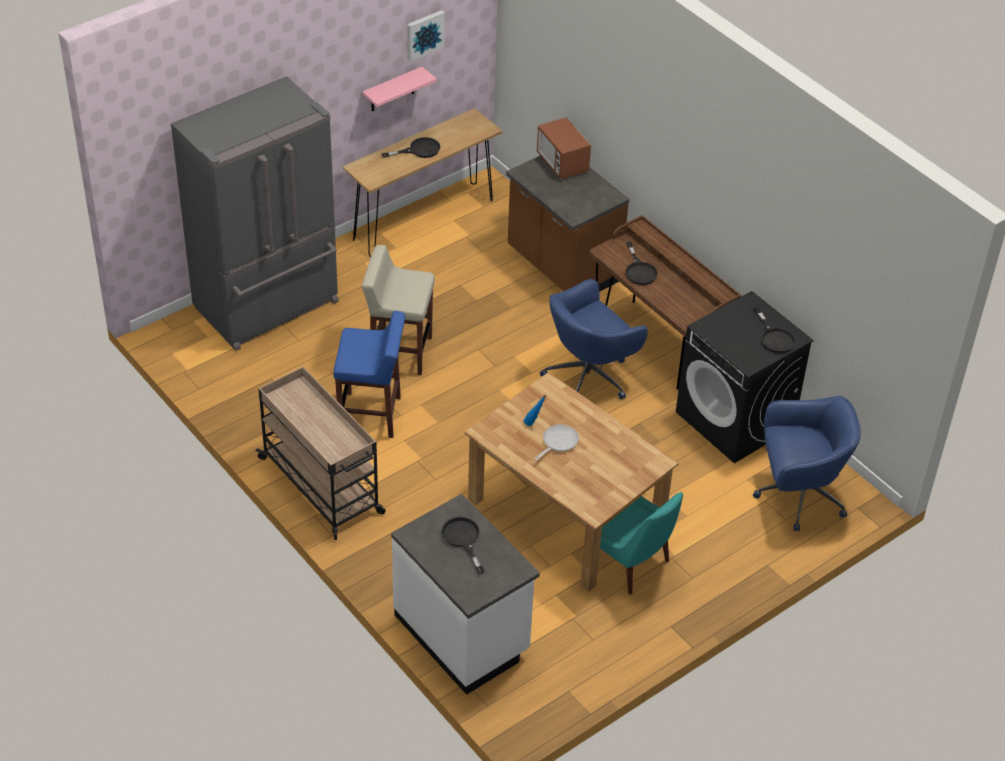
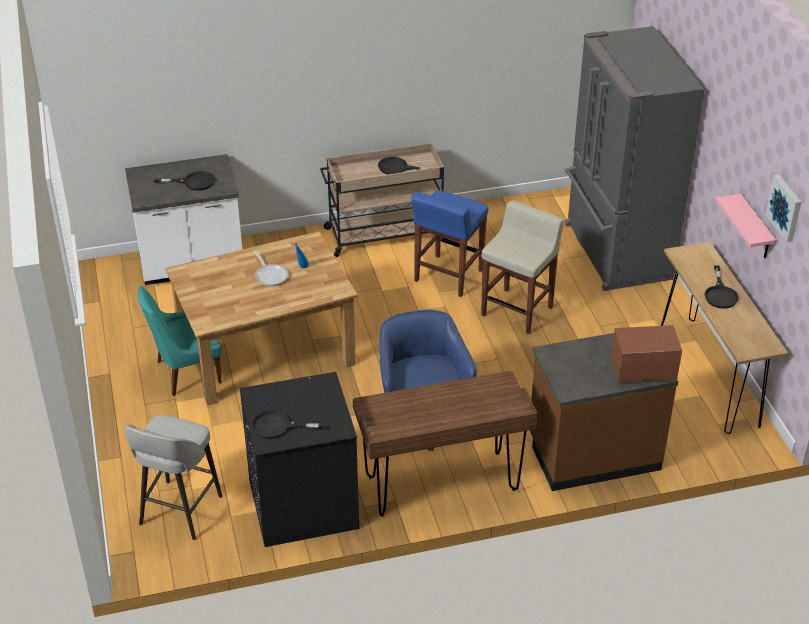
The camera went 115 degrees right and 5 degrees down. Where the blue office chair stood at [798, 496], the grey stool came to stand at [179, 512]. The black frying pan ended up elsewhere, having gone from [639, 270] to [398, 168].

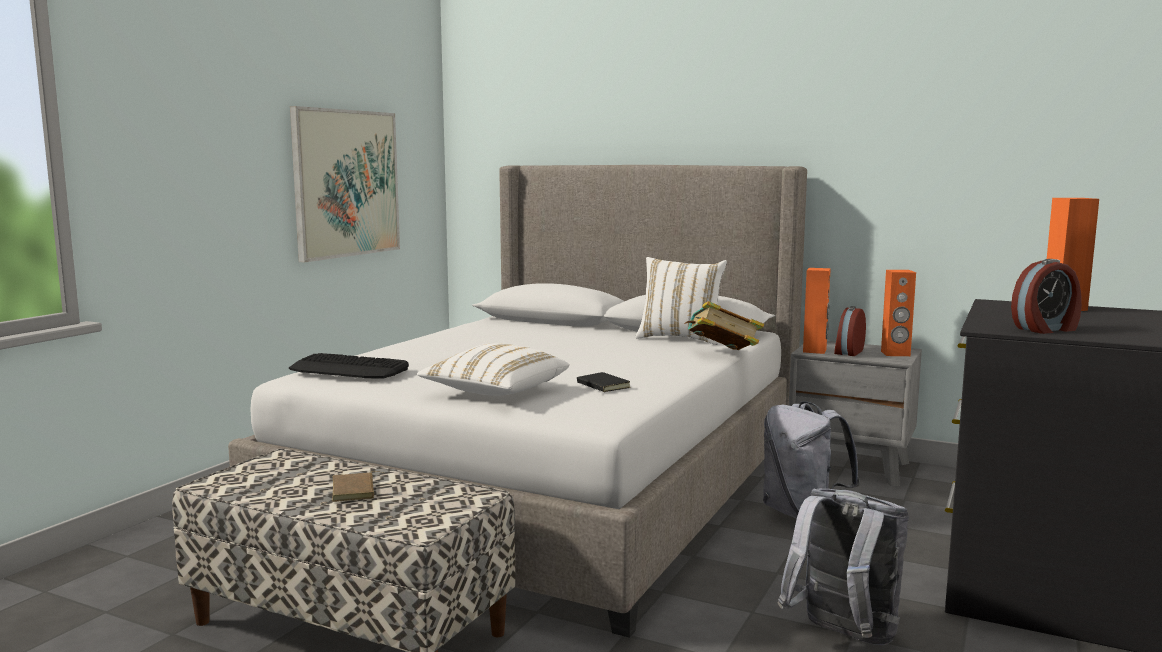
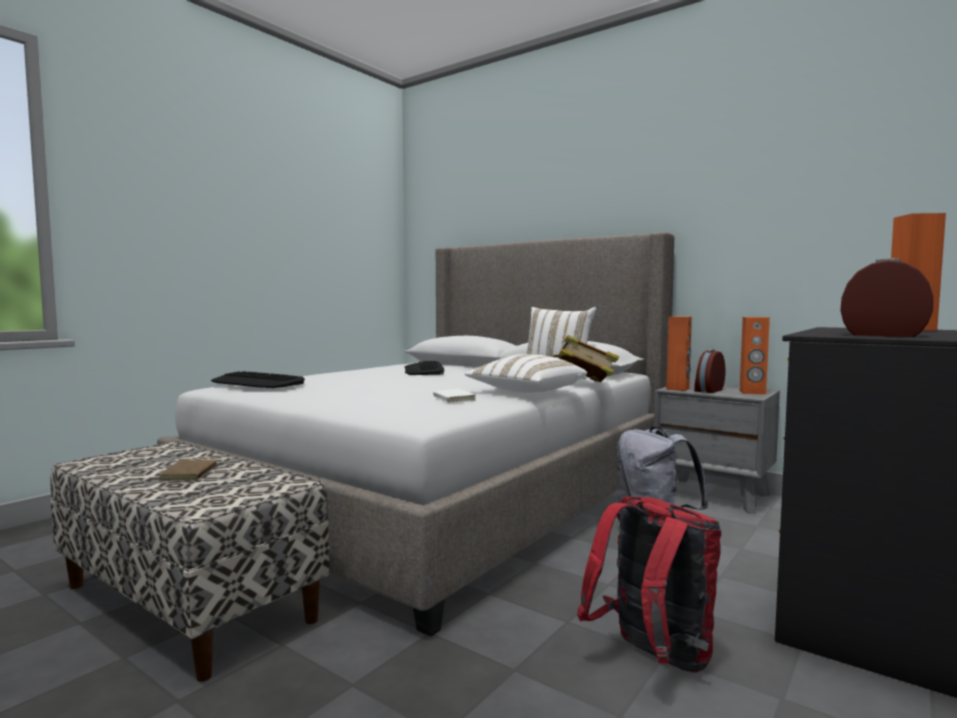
The camera went 10 degrees right and 5 degrees down. The second view gained the keyboard at [424, 370]. What was the black book at [601, 386] turned into the white book at [452, 399]. The white pillow ended up elsewhere, having gone from [495, 392] to [526, 392]. What was the grey backpack at [843, 637] turned into the red backpack at [652, 659]. The alarm clock at [1046, 329] ended up facing another way, 135 degrees counterclockwise from before. The second view lost the picture at [346, 183].

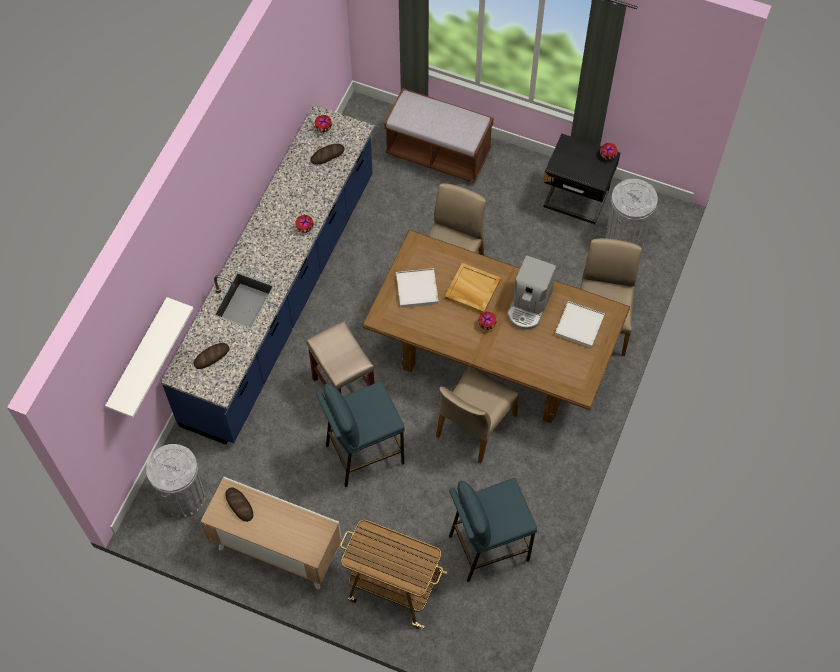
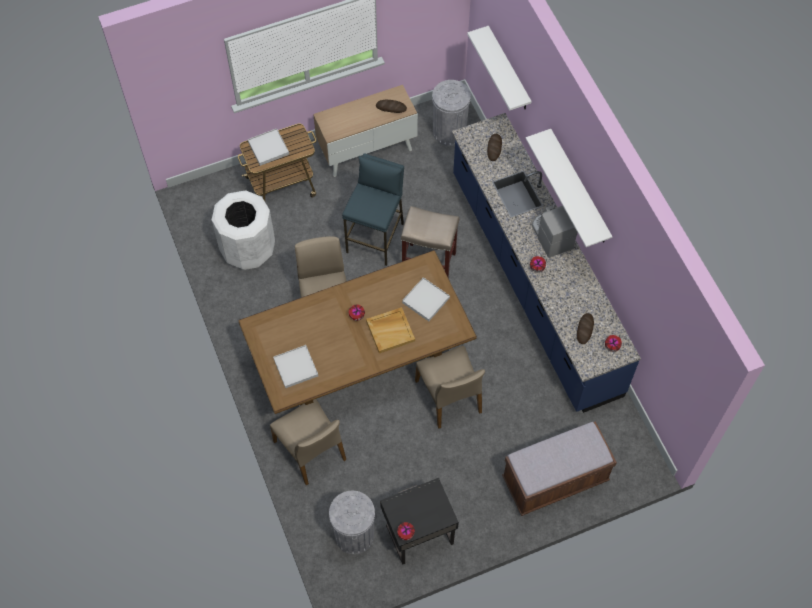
The camera went 135 degrees right and 0 degrees up. Where the blue stool stood at [488, 547], the white trash can came to stand at [248, 249]. The second view gained the white tray at [268, 148]. The second view gained the white shelf at [579, 188]. The coffee machine ended up elsewhere, having gone from [529, 306] to [551, 236].

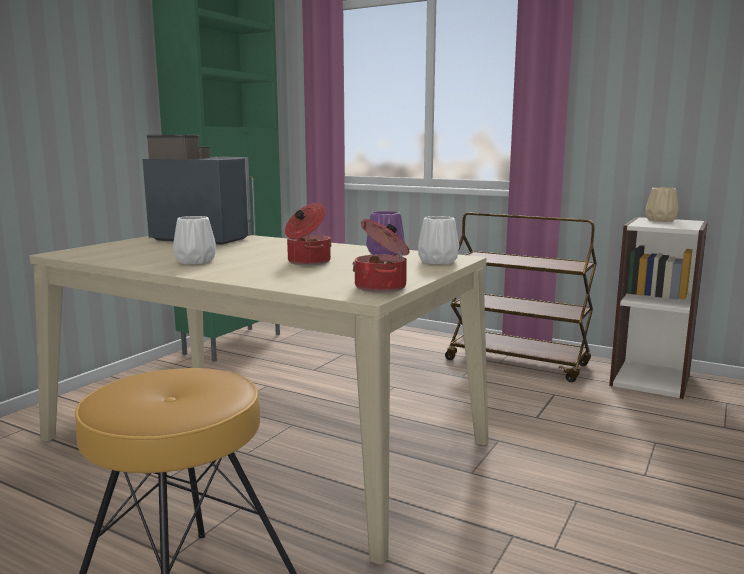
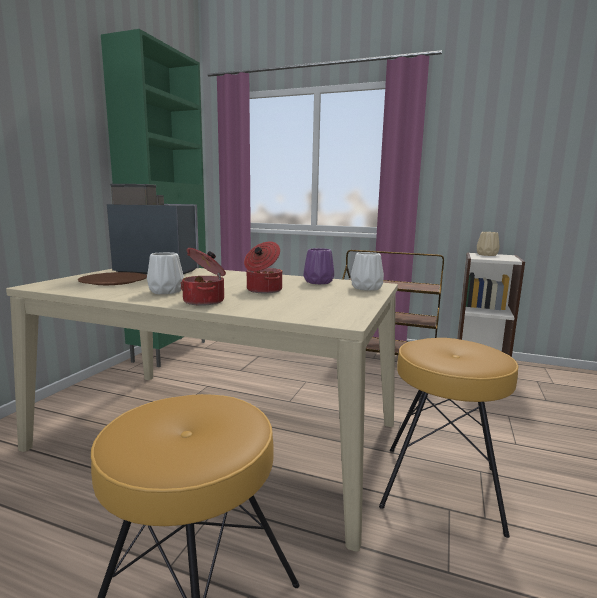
The camera went 10 degrees left and 0 degrees up. The second view gained the brown plate at [114, 281]. The cooking pot ended up elsewhere, having gone from [382, 287] to [205, 301]. The second view gained the brown stool at [441, 487].

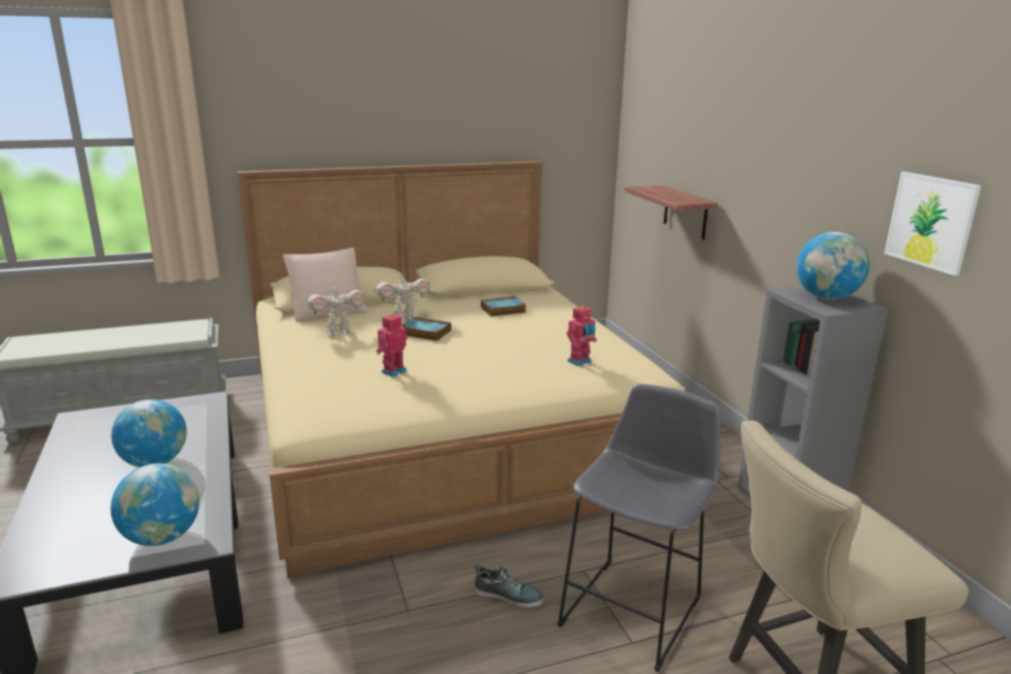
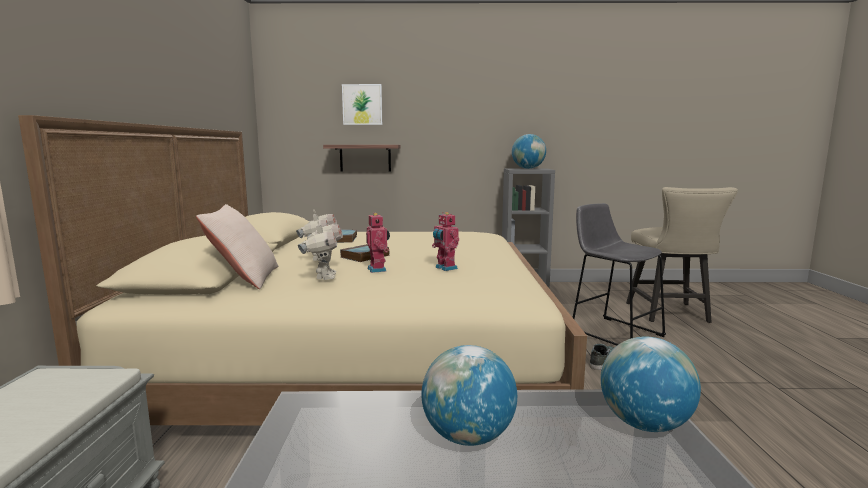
The camera went 70 degrees left and 10 degrees down. The picture ended up elsewhere, having gone from [931, 221] to [362, 104]. The toy robot ended up elsewhere, having gone from [580, 362] to [378, 269].

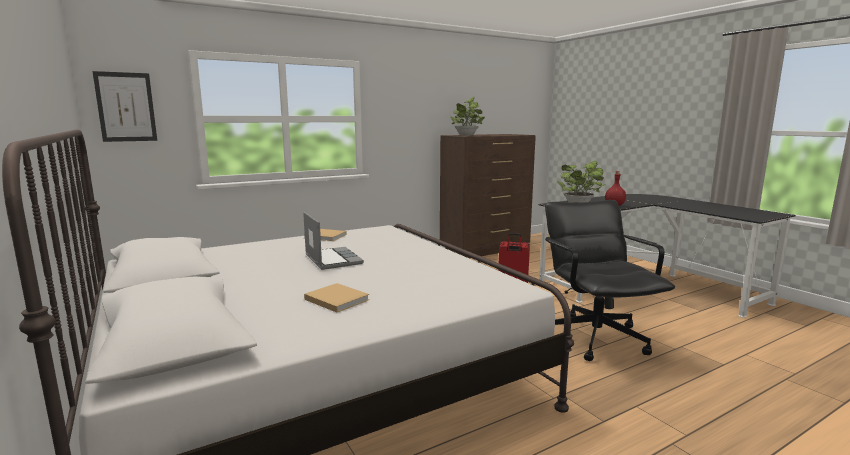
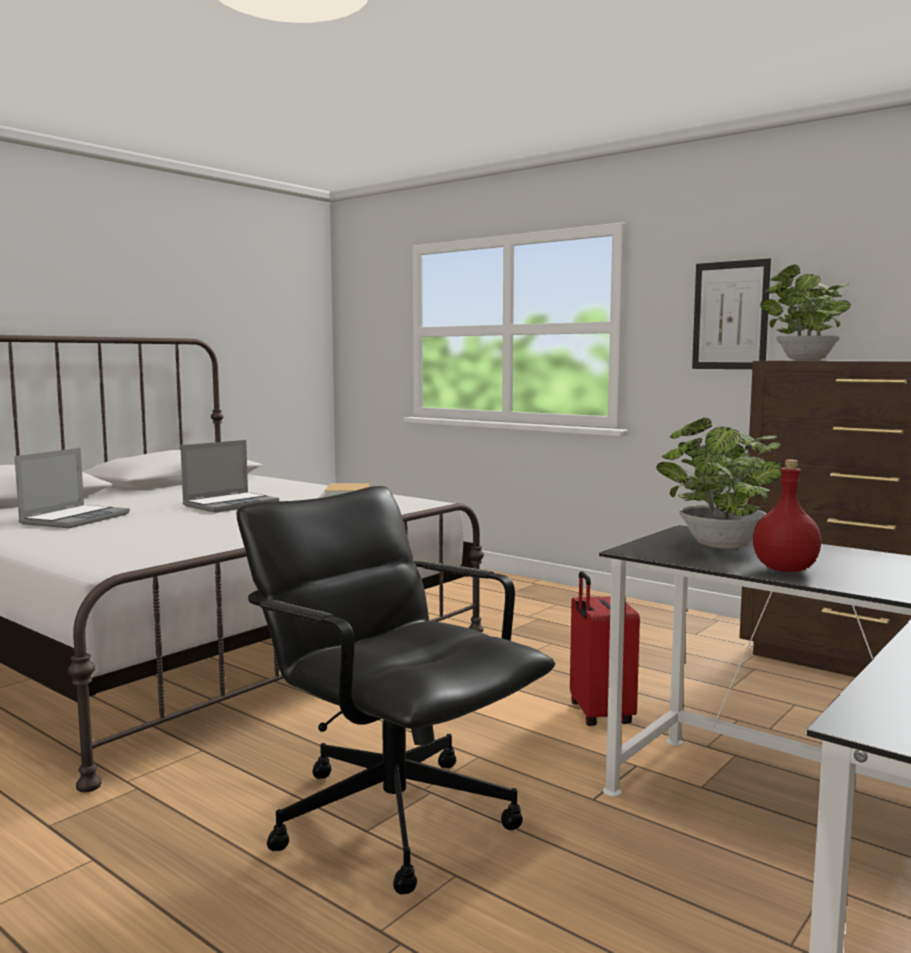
The camera went 70 degrees right and 5 degrees down. Where the beige book stood at [335, 299], the laptop came to stand at [75, 518]. The black office chair at [595, 337] ended up facing another way, 105 degrees counterclockwise from before. The picture ended up elsewhere, having gone from [126, 107] to [730, 315].

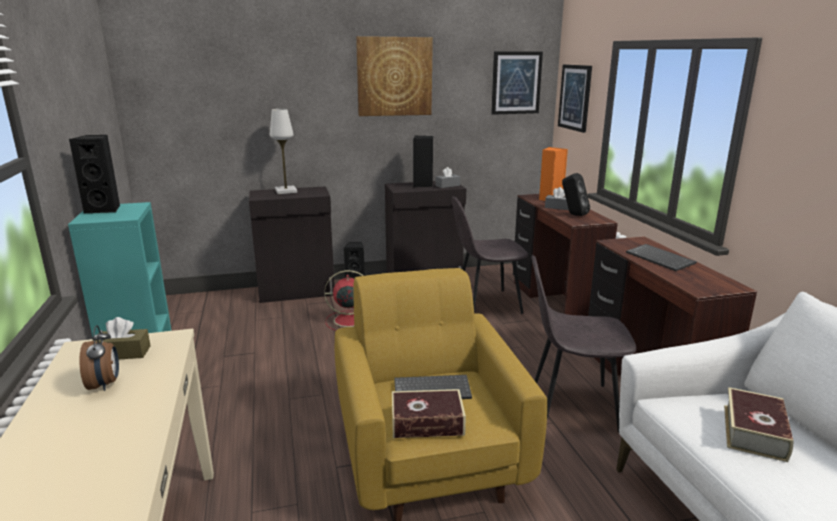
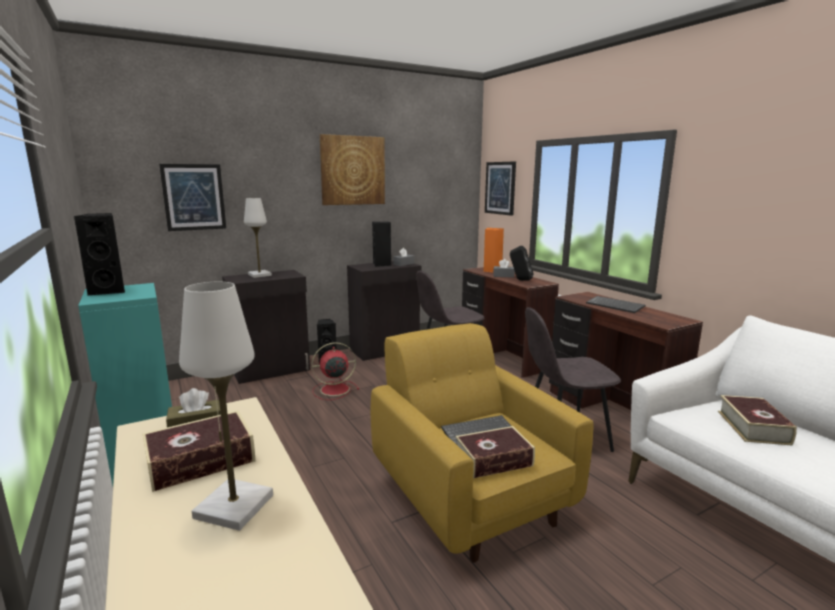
The camera went 15 degrees left and 5 degrees down. Where the alarm clock stood at [105, 384], the book came to stand at [201, 460]. The picture ended up elsewhere, having gone from [516, 83] to [194, 197]. The second view gained the white table lamp at [234, 507].

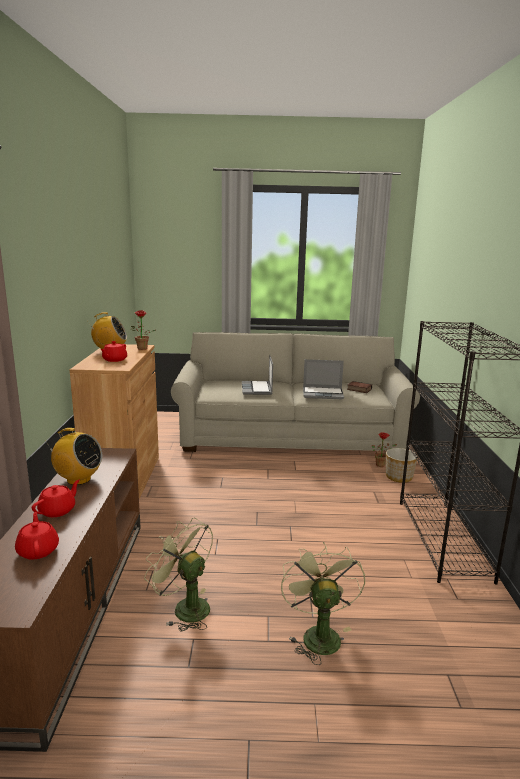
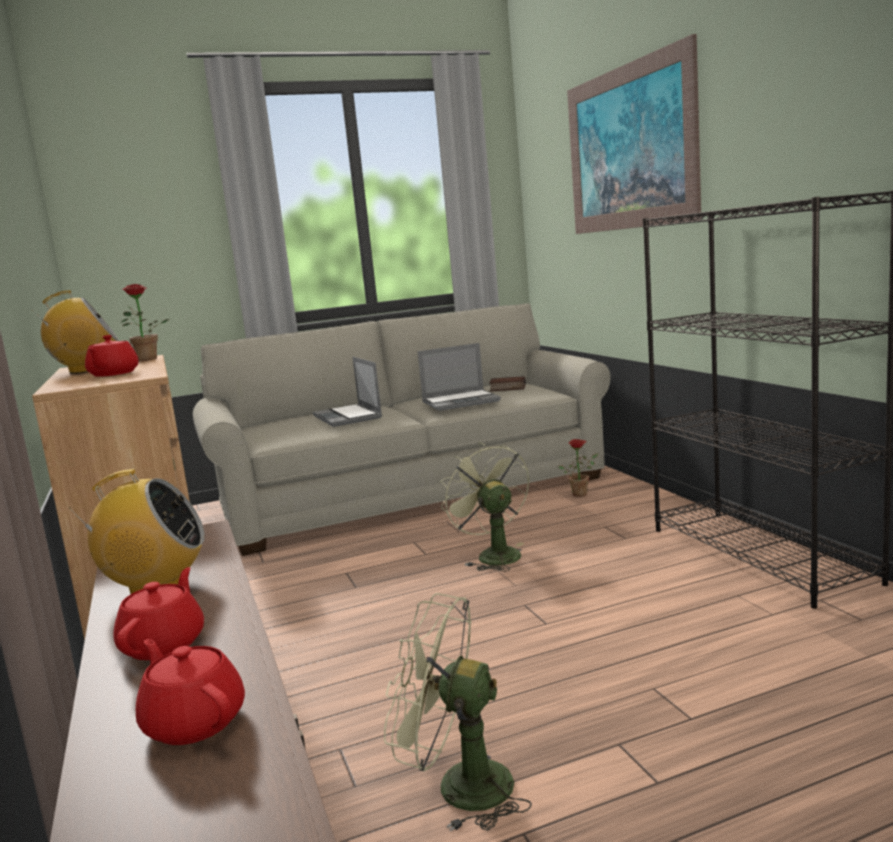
The camera went 20 degrees left and 5 degrees down. The green fan ended up elsewhere, having gone from [318, 634] to [492, 555]. The second view gained the picture at [629, 148]. The second view lost the planter at [398, 477].

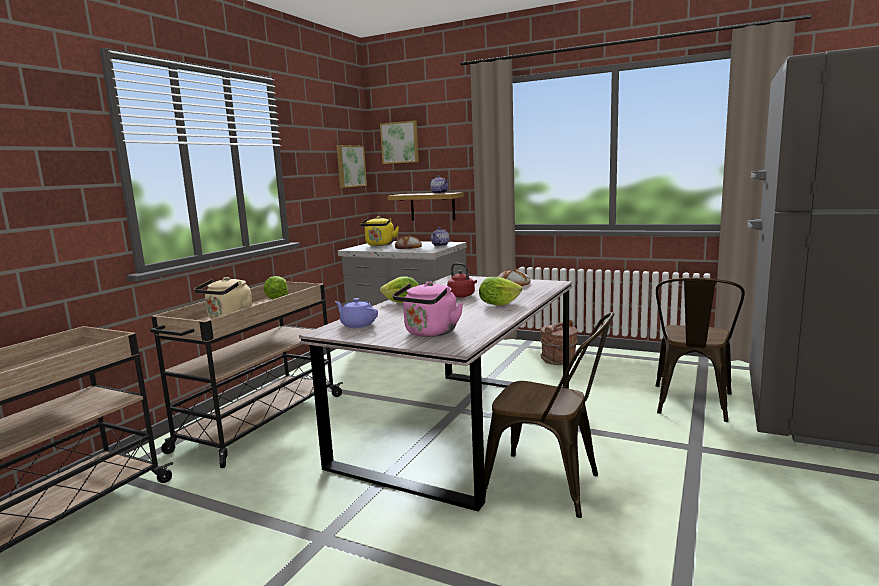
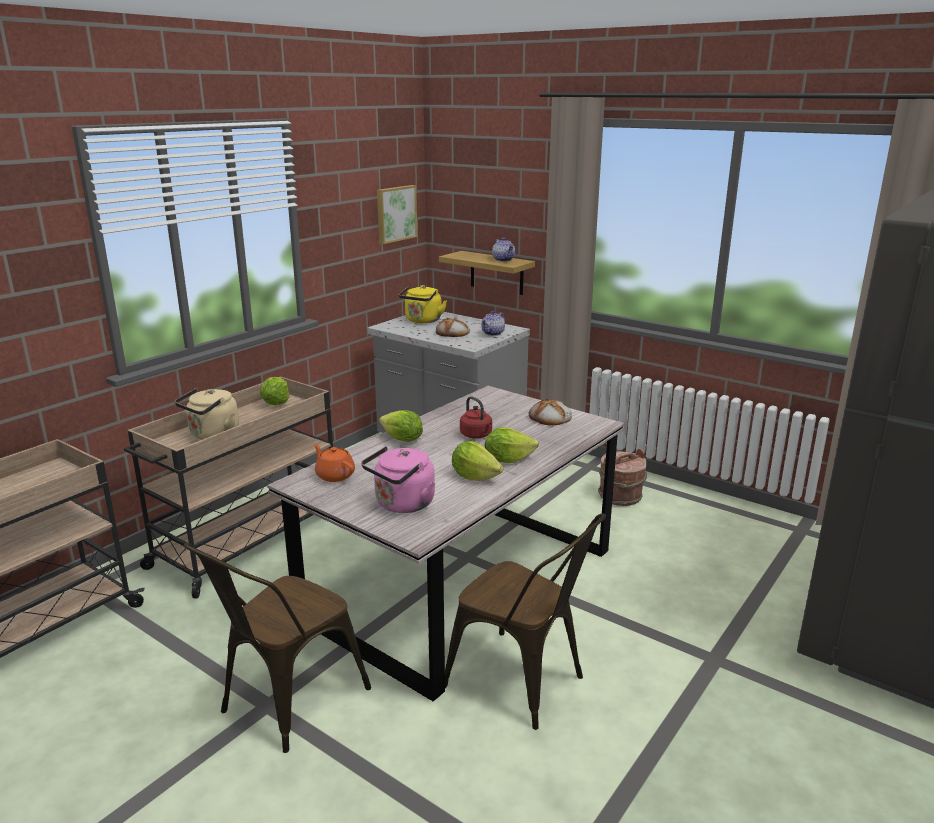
The camera went 10 degrees right and 10 degrees up. The brown chair ended up elsewhere, having gone from [691, 405] to [285, 704]. What was the purple teapot at [357, 325] turned into the orange teapot at [334, 475]. The second view gained the lettuce at [475, 476]. The second view lost the picture at [400, 142].

